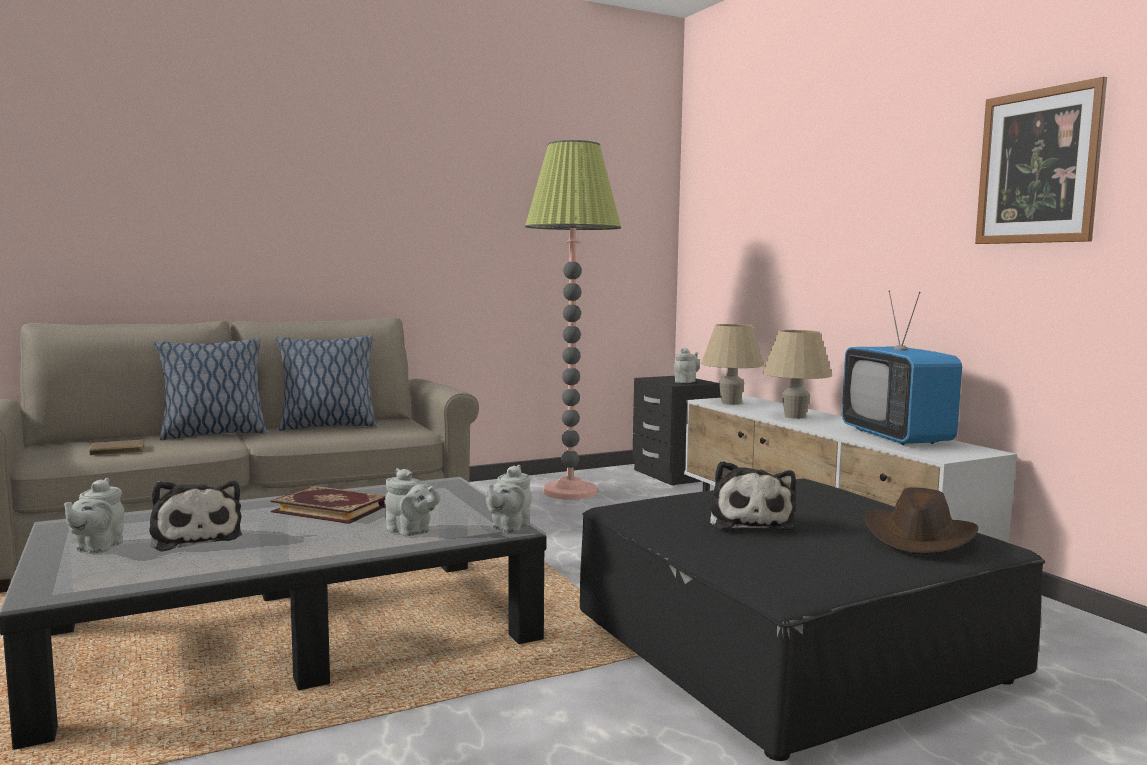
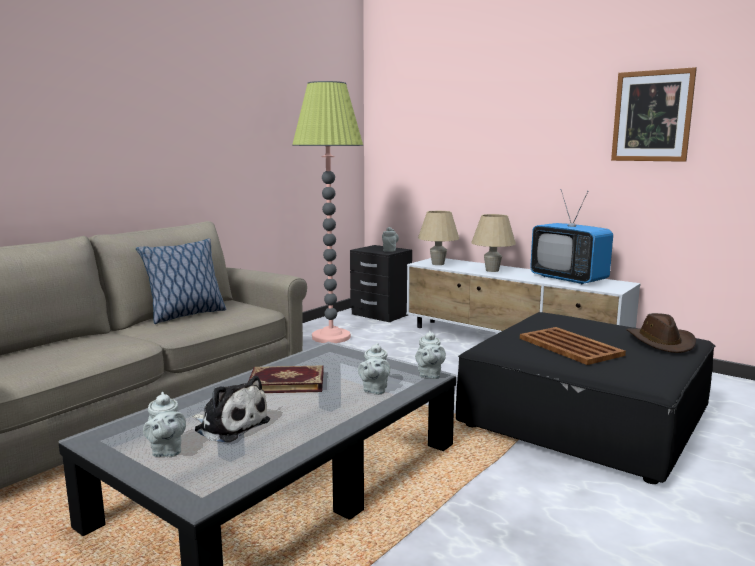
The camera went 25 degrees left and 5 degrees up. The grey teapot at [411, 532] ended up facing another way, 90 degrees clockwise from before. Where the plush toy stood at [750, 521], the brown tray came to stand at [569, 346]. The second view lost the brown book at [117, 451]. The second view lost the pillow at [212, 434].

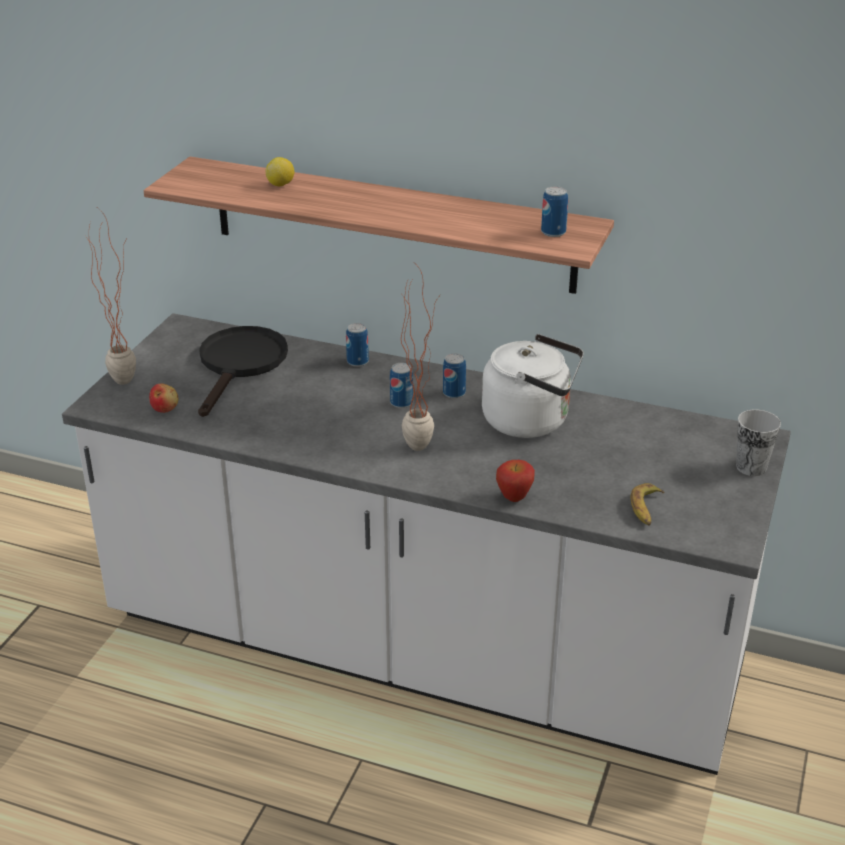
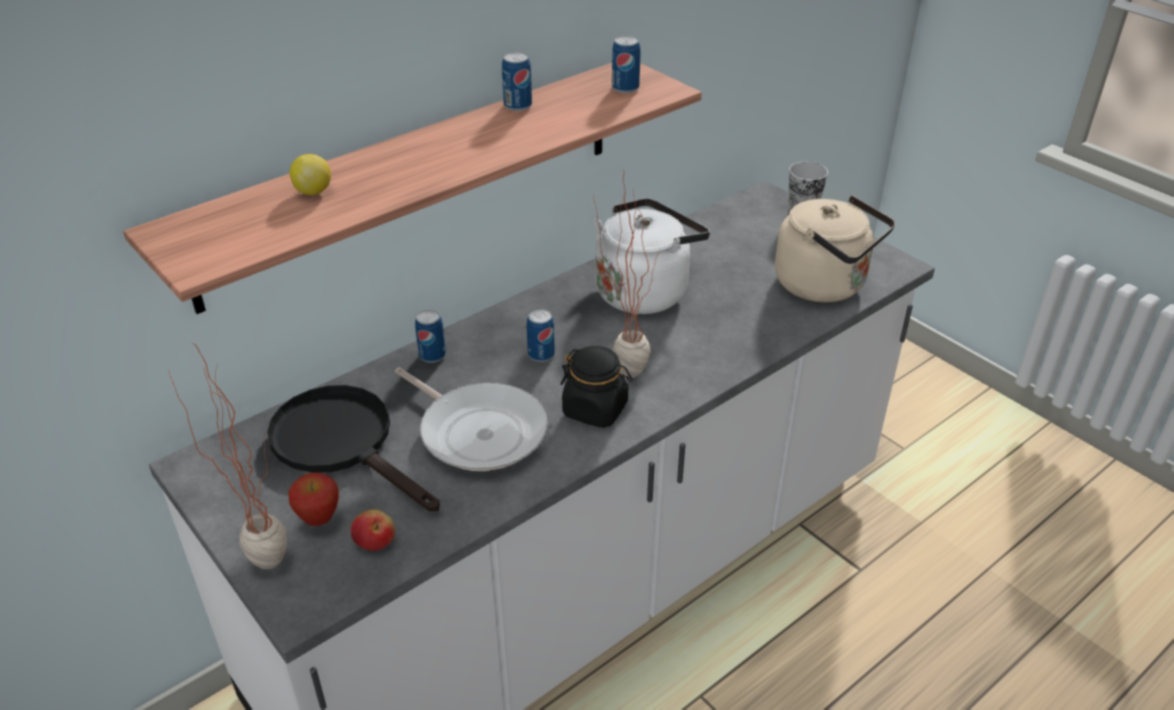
The camera went 60 degrees left and 5 degrees up. The apple ended up elsewhere, having gone from [514, 498] to [319, 519]. The second view gained the frying pan at [479, 431]. The can ended up elsewhere, having gone from [454, 393] to [518, 105]. The second view gained the black jar at [595, 409]. Where the banana stood at [646, 509], the beige kettle came to stand at [825, 285].

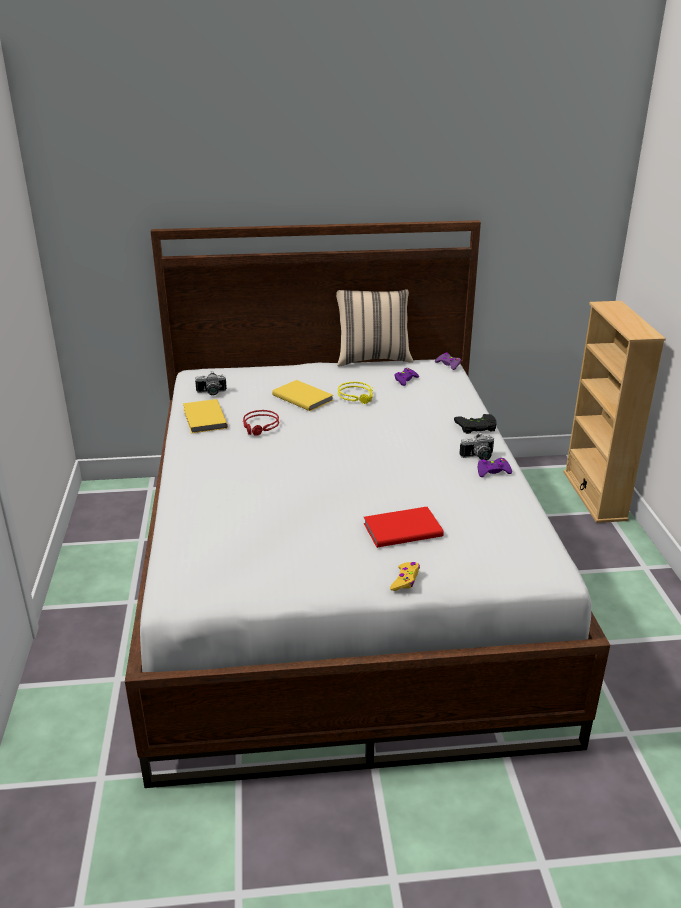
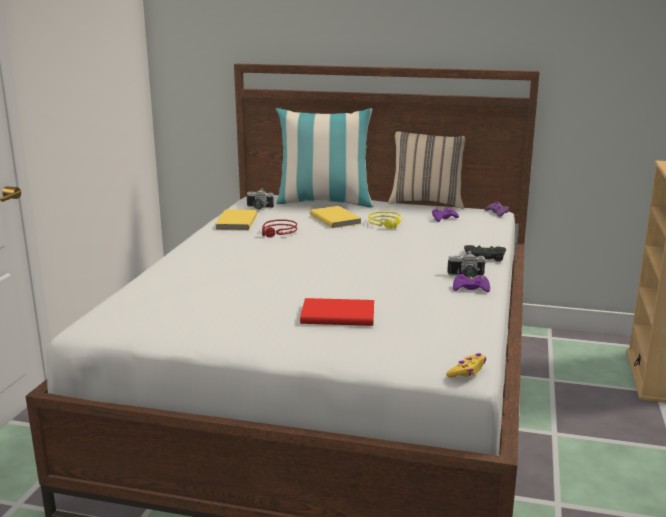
The camera went 20 degrees right and 10 degrees down. The second view gained the pillow at [324, 202]. The yellow game controller ended up elsewhere, having gone from [405, 580] to [467, 371].

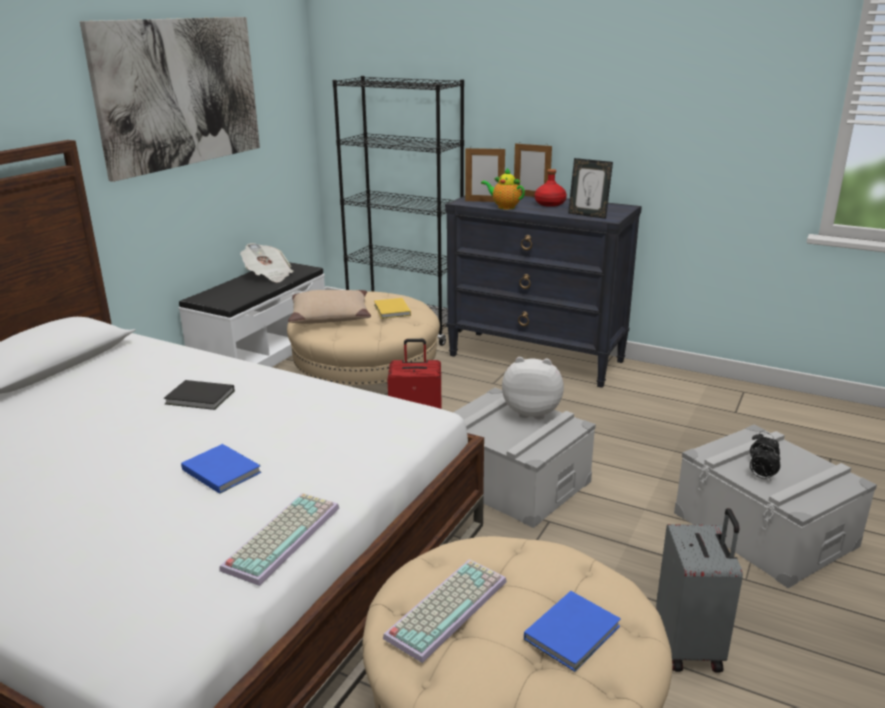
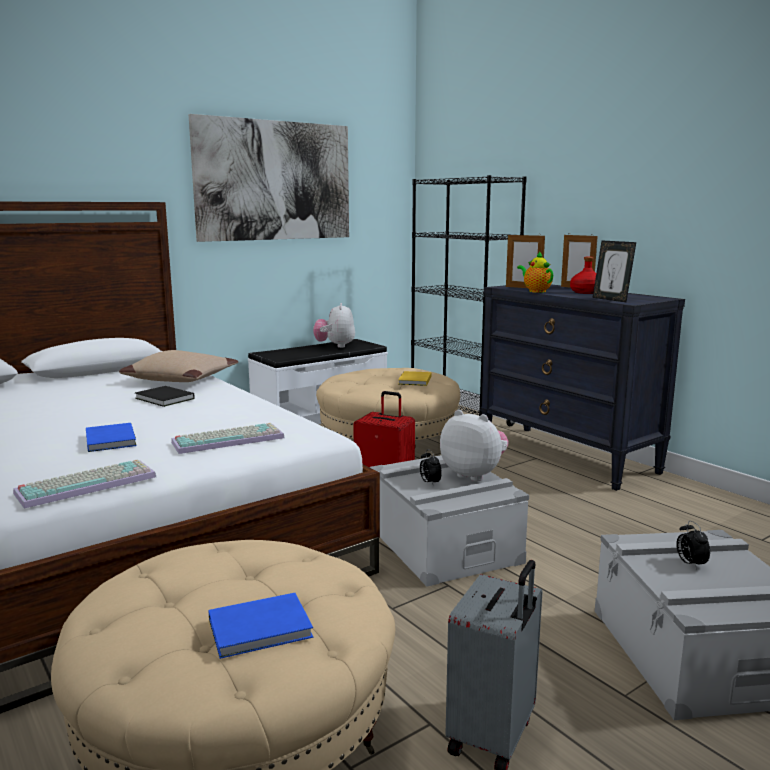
The camera went 25 degrees right and 10 degrees down. The beige pillow ended up elsewhere, having gone from [330, 316] to [181, 379]. The keyboard ended up elsewhere, having gone from [446, 606] to [229, 439]. Where the newspaper stood at [268, 275], the plush toy came to stand at [335, 346]. The alarm clock ended up elsewhere, having gone from [761, 477] to [429, 483].

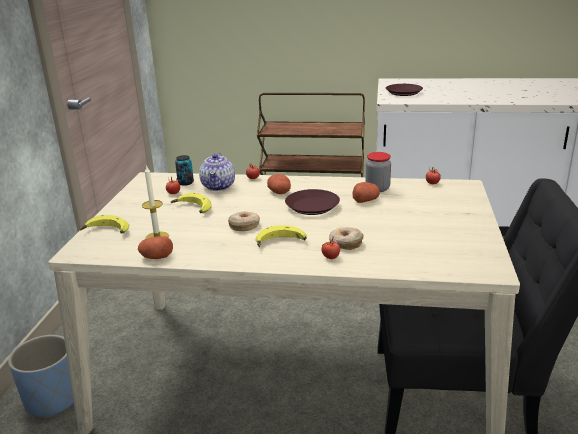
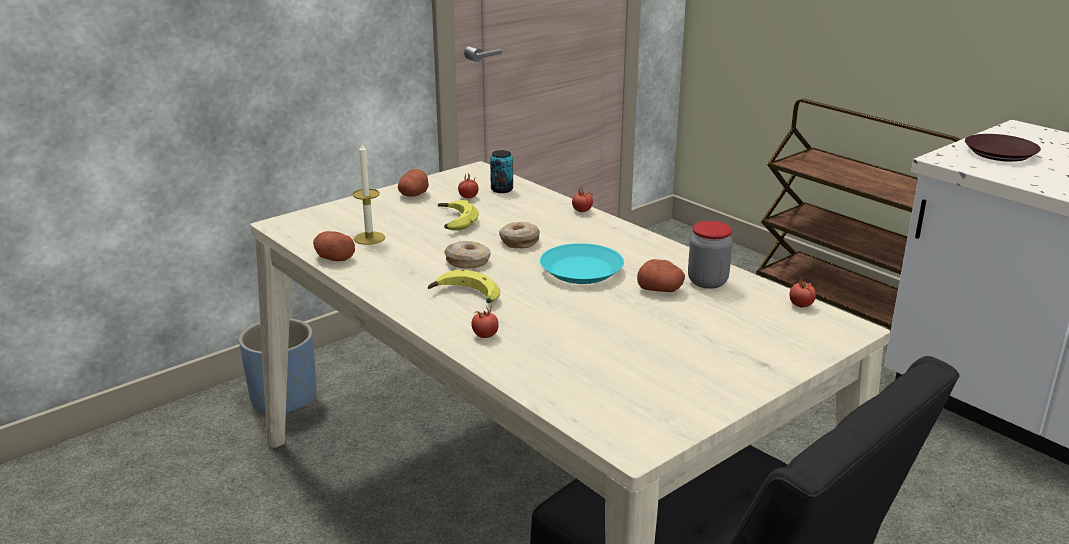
The camera went 40 degrees right and 0 degrees up. The potato ended up elsewhere, having gone from [280, 192] to [414, 194]. The donut ended up elsewhere, having gone from [345, 243] to [519, 241]. What was the brown plate at [312, 206] turned into the turquoise plate at [582, 270]. The second view lost the banana at [106, 232]. The second view lost the teapot at [218, 186].

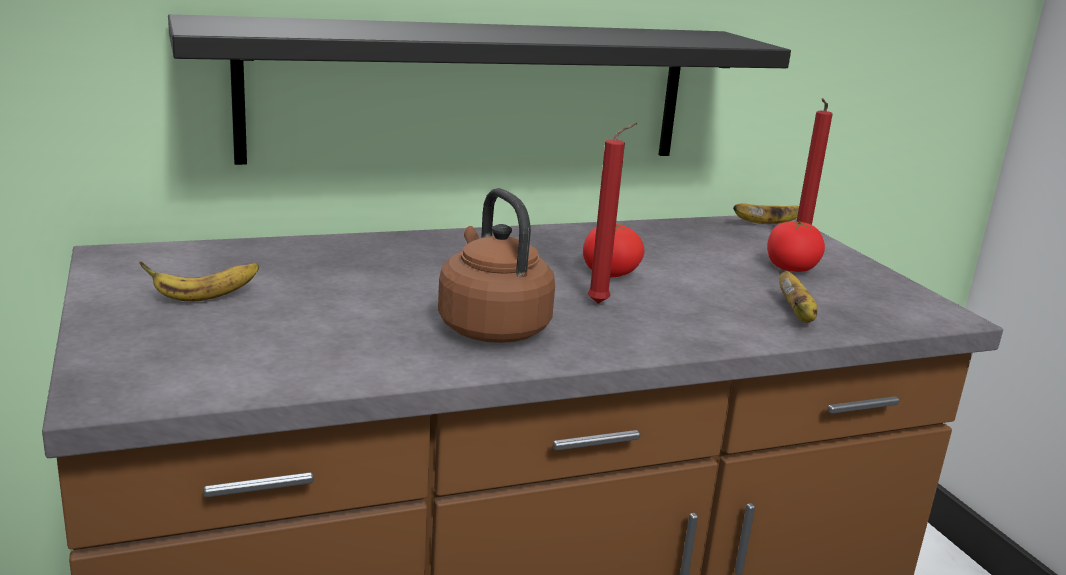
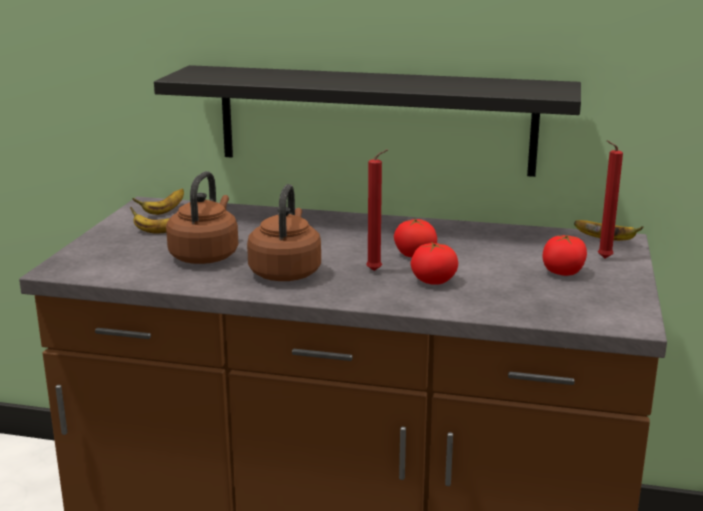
The camera went 35 degrees right and 0 degrees up. The banana ended up elsewhere, having gone from [796, 314] to [164, 211]. The second view gained the brown kettle at [205, 255]. The second view gained the tomato at [434, 281].

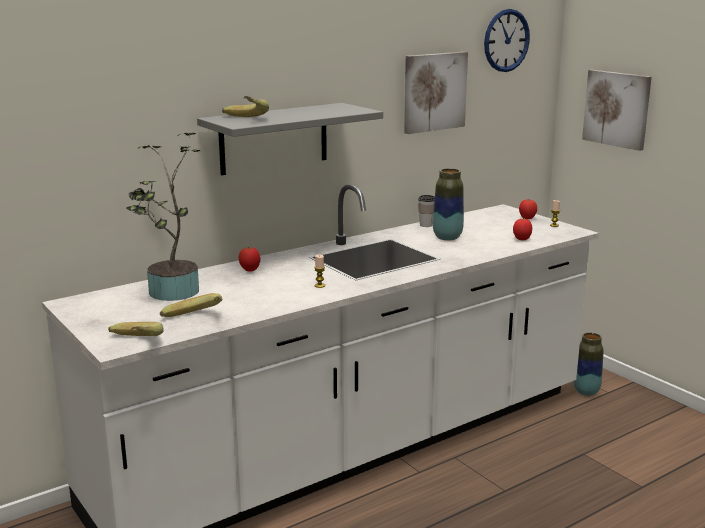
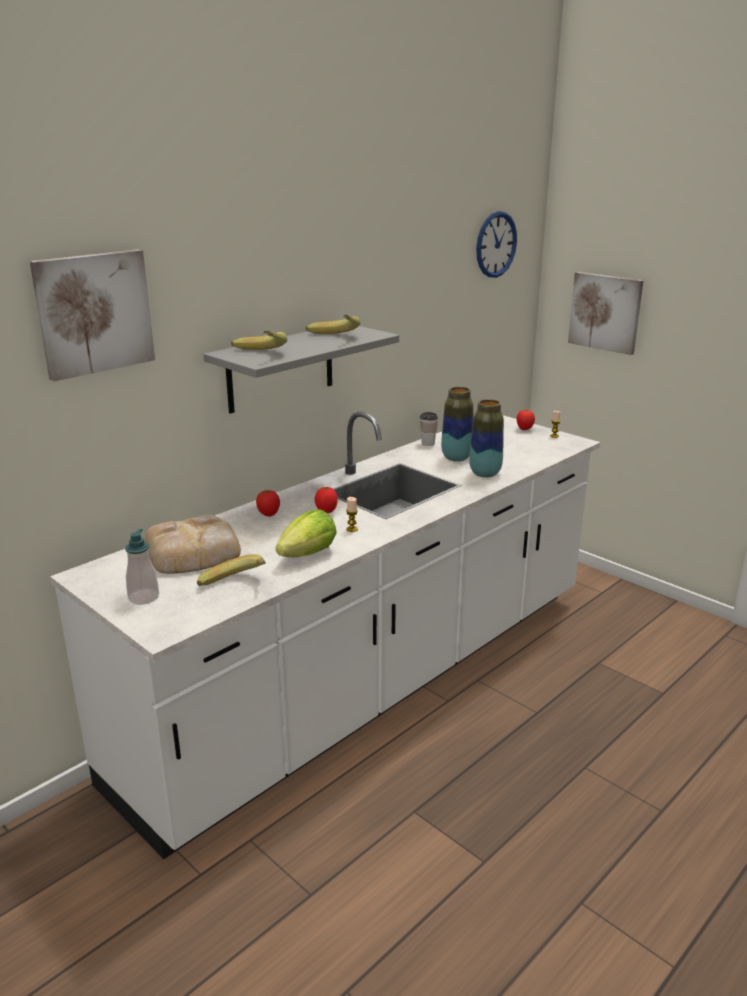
The camera went 10 degrees left and 5 degrees up. The picture ended up elsewhere, having gone from [434, 92] to [94, 313]. The second view gained the soap dispenser at [143, 597]. Where the potted plant stood at [171, 293], the bread came to stand at [194, 552]. The second view gained the lettuce at [308, 554]. The banana ended up elsewhere, having gone from [133, 345] to [333, 338]. The tomato ended up elsewhere, having gone from [522, 239] to [326, 511]. The vase ended up elsewhere, having gone from [586, 392] to [485, 474].

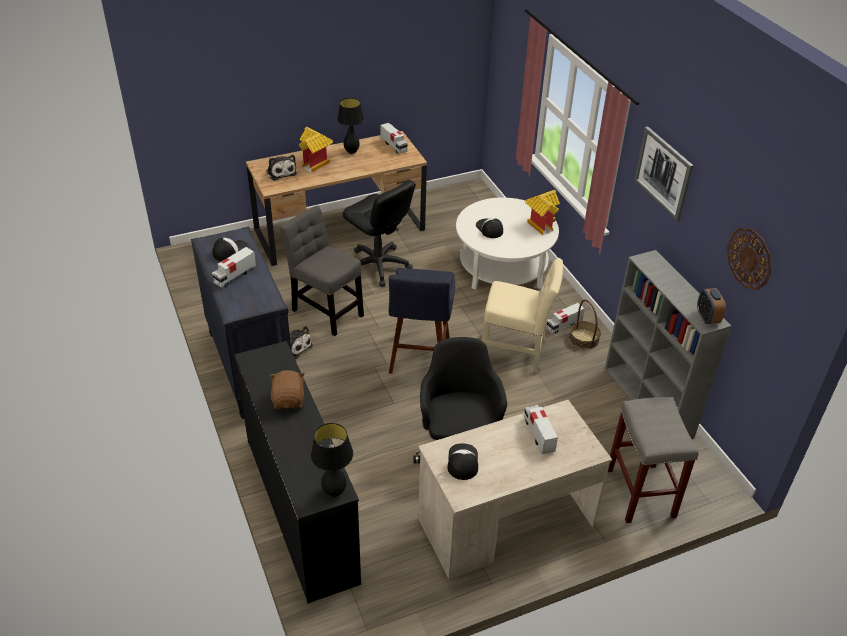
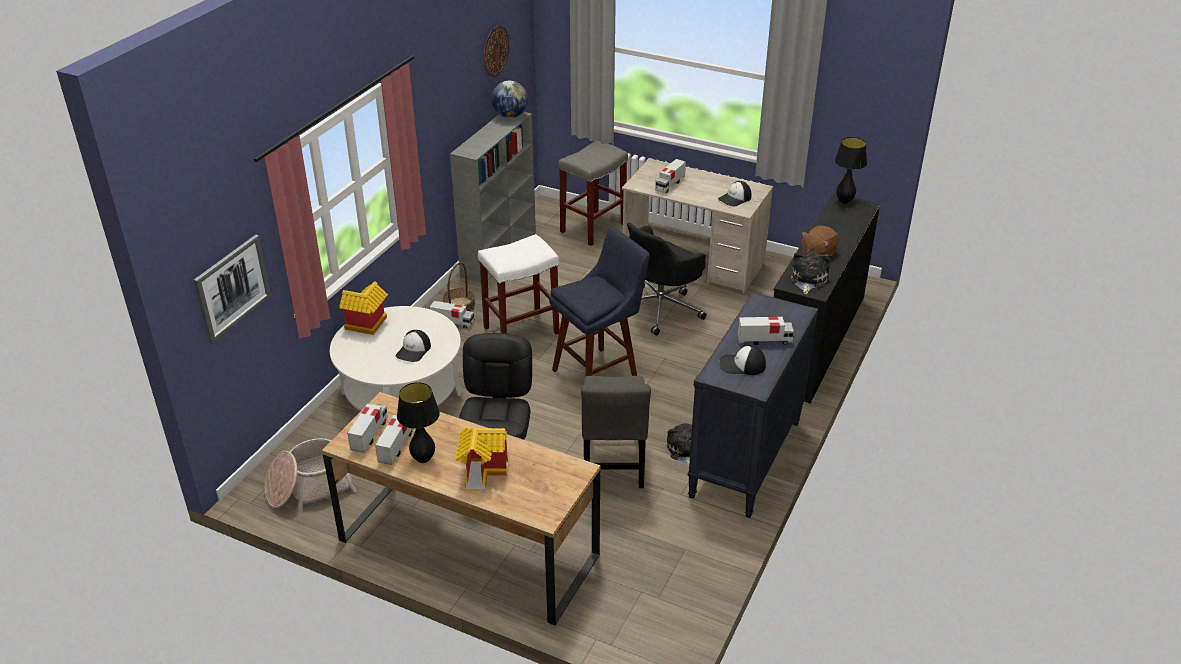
The camera went 130 degrees left and 5 degrees down. The picture ended up elsewhere, having gone from [663, 173] to [232, 288]. The second view gained the basket at [309, 487]. The second view gained the toy truck at [396, 446]. Where the beige chair stood at [516, 352], the white stool came to stand at [522, 330]. Where the alarm clock stood at [707, 318], the globe came to stand at [510, 116]. The plush toy ended up elsewhere, having gone from [281, 172] to [808, 279].

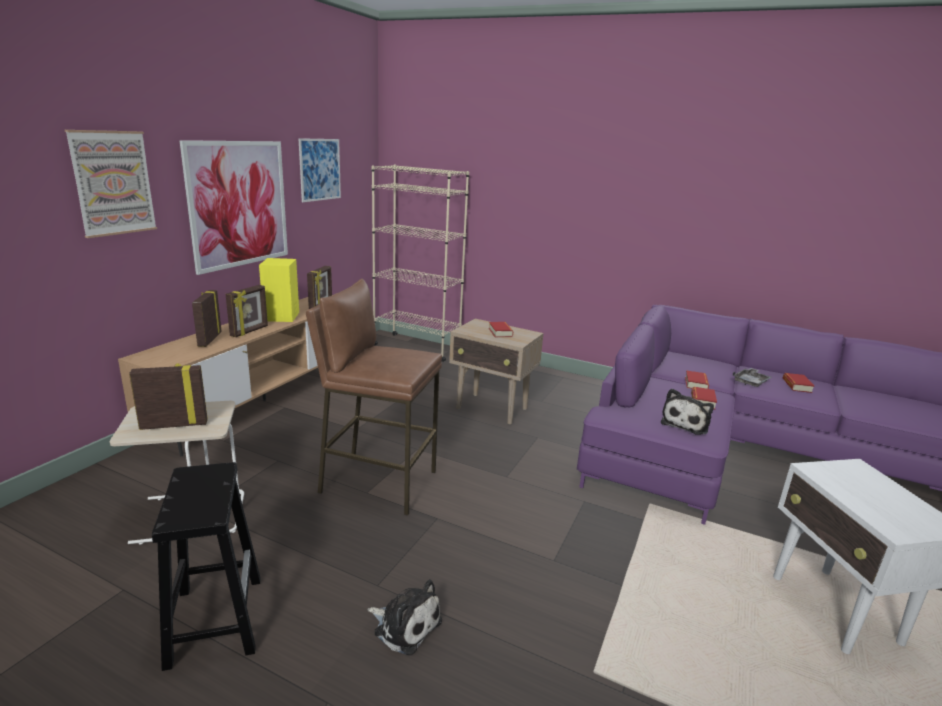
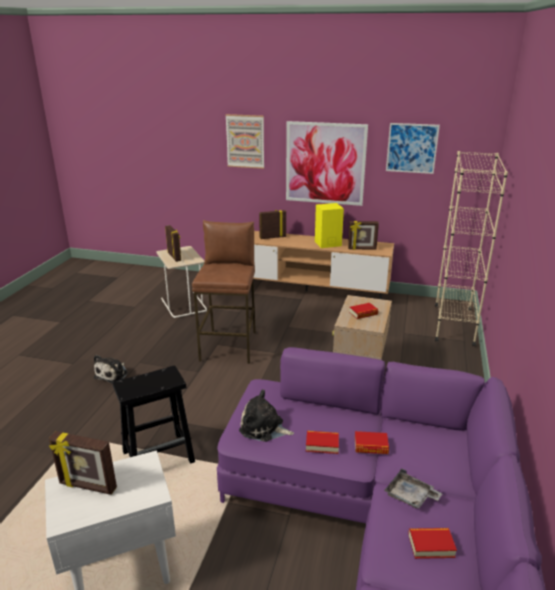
The camera went 80 degrees right and 5 degrees up. The picture frame ended up elsewhere, having gone from [250, 331] to [87, 486]. The black stool ended up elsewhere, having gone from [215, 619] to [159, 456].

